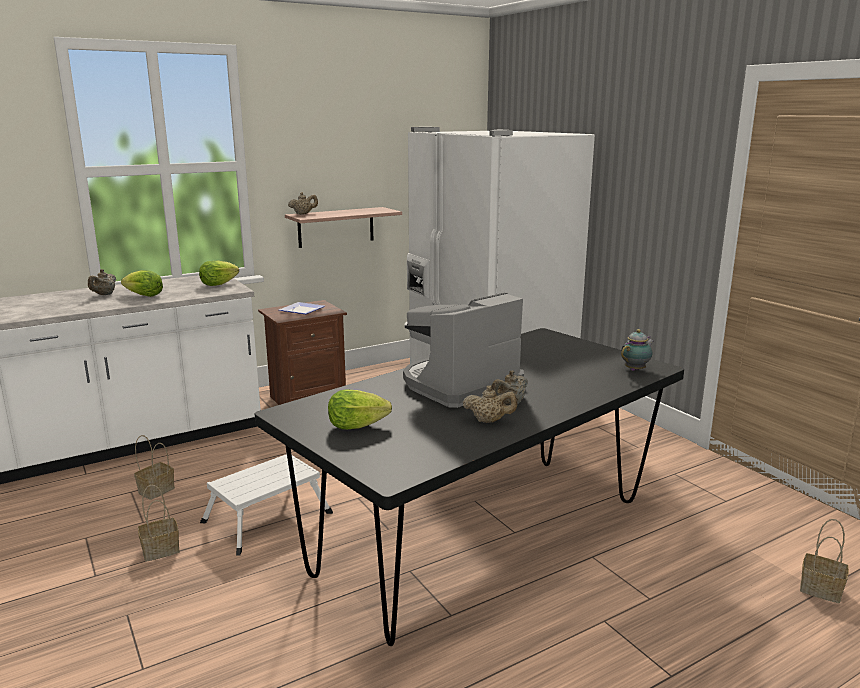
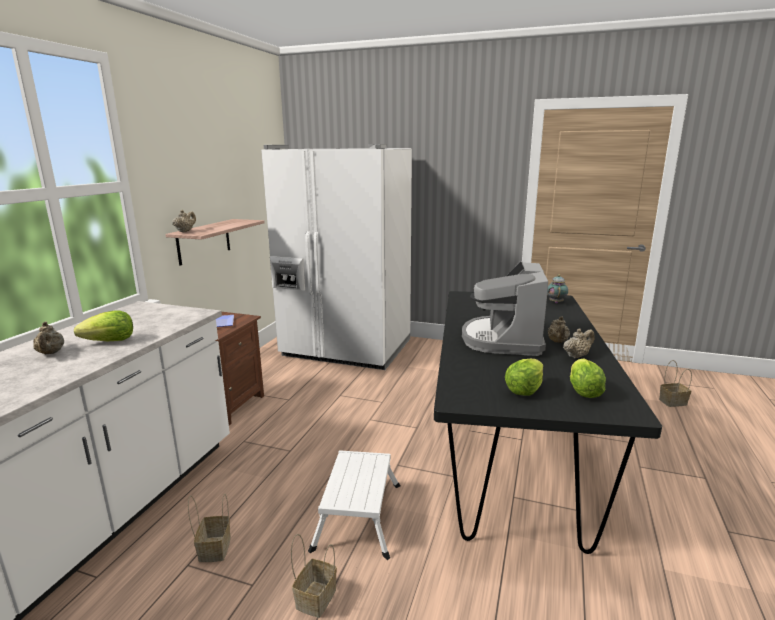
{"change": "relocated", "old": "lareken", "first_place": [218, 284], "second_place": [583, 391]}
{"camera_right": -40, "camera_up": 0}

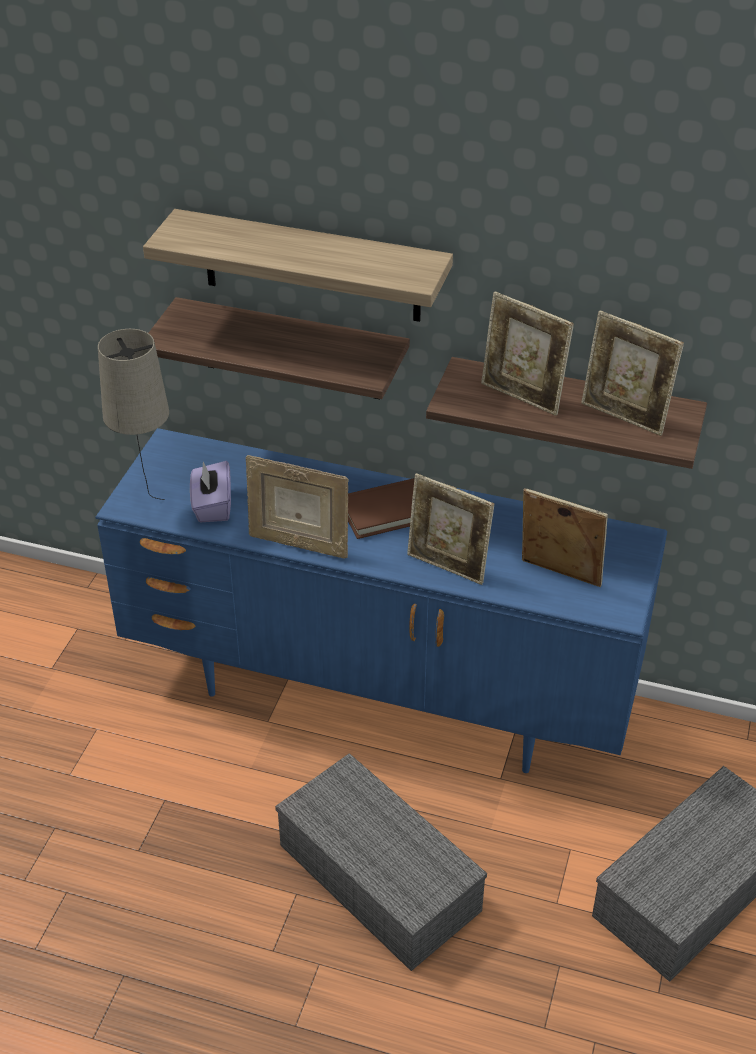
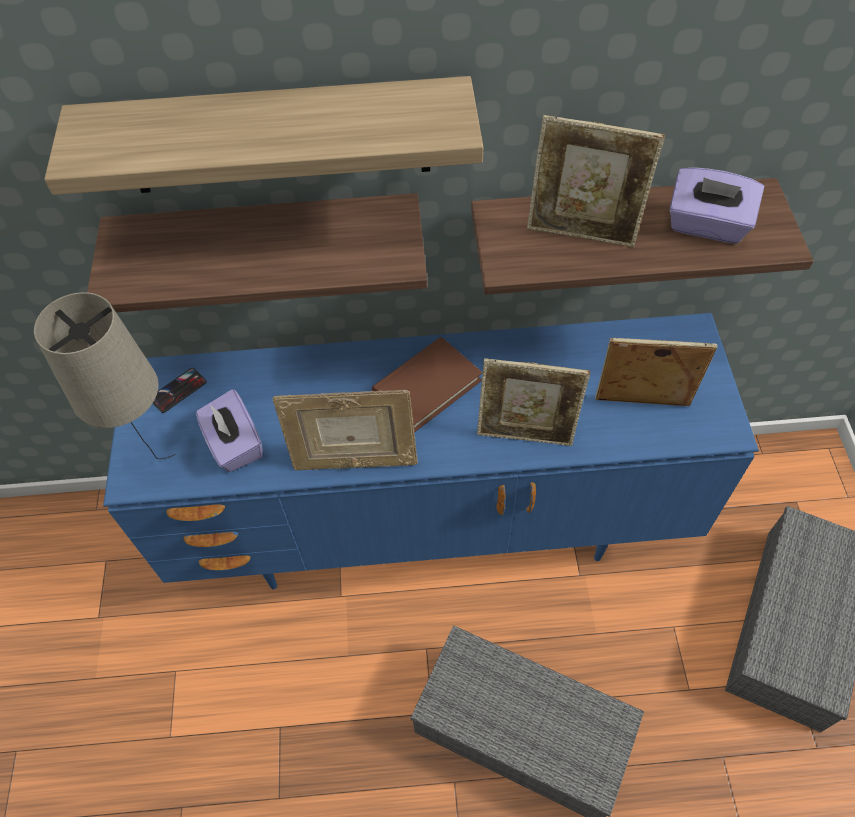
{"change": "exchanged", "old": "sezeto", "new": "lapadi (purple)", "first_place": [624, 417], "second_place": [706, 225]}
{"change": "appeared", "new": "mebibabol", "second_place": [178, 390]}
{"camera_right": -20, "camera_up": 15}

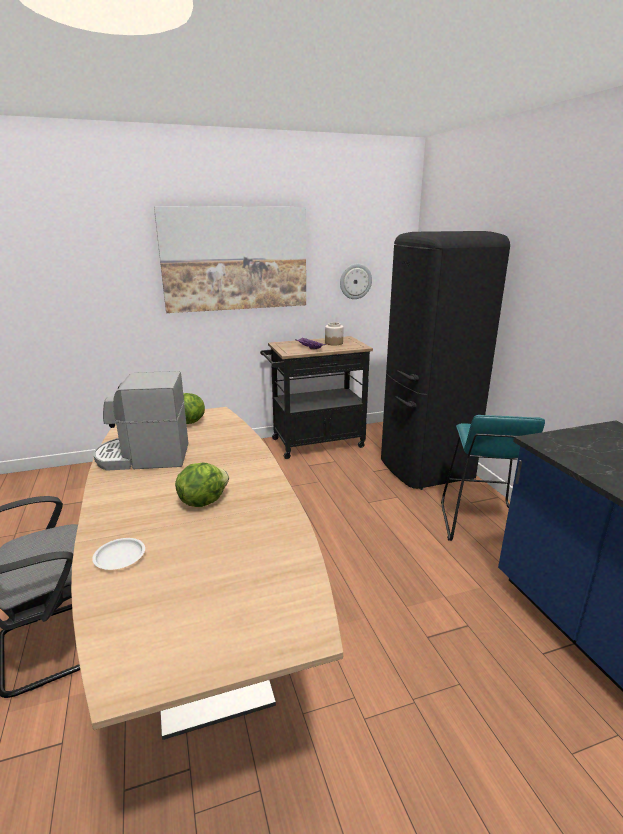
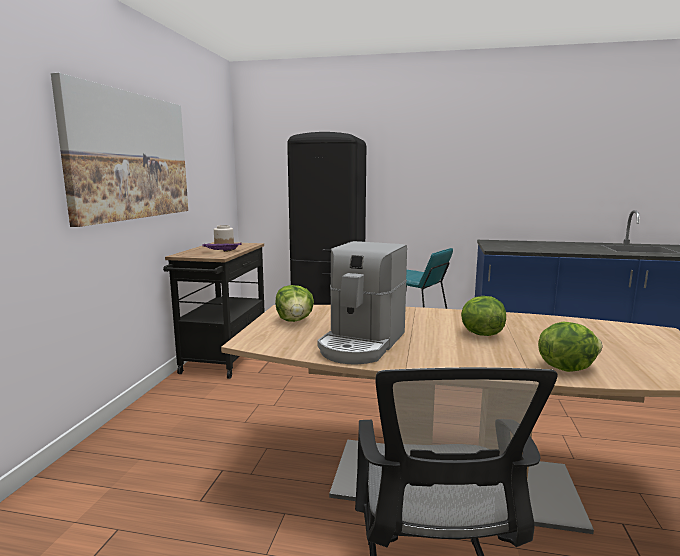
{"change": "exchanged", "old": "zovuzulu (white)", "new": "lareken", "first_place": [120, 556], "second_place": [565, 367]}
{"change": "missing", "old": "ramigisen", "first_place": [355, 281]}
{"camera_right": -60, "camera_up": -10}

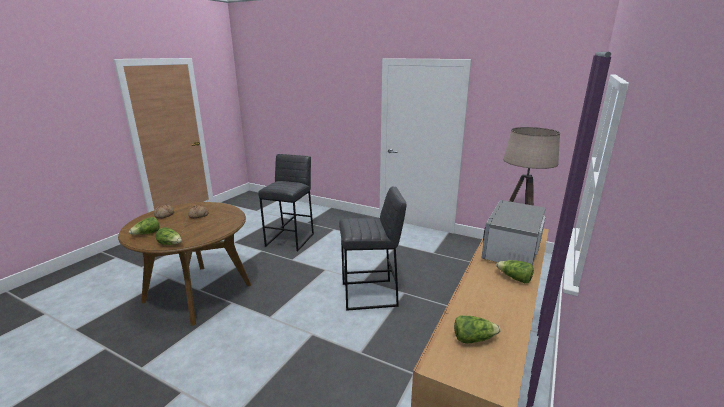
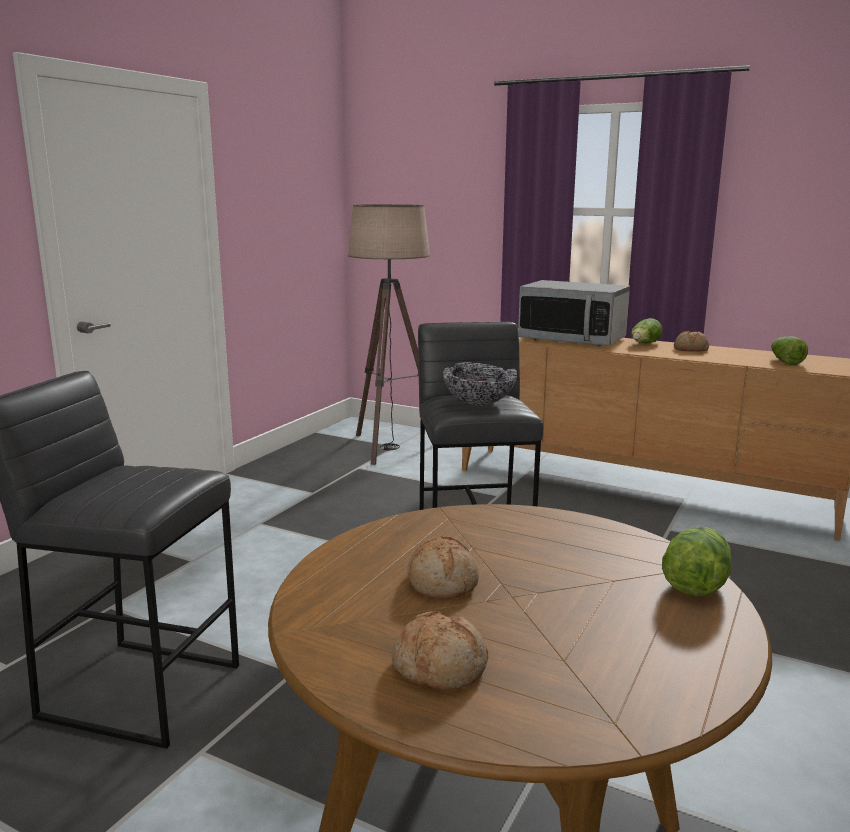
{"change": "missing", "old": "lareken", "first_place": [147, 234]}
{"change": "appeared", "new": "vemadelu", "second_place": [479, 403]}
{"change": "appeared", "new": "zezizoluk", "second_place": [690, 349]}
{"camera_right": -90, "camera_up": -5}

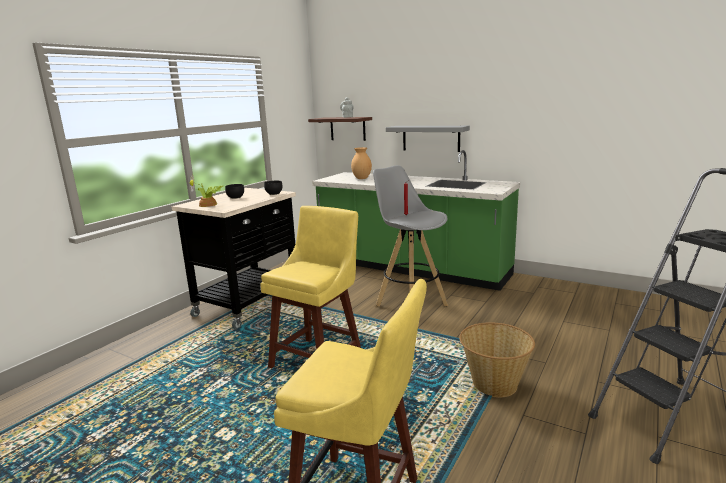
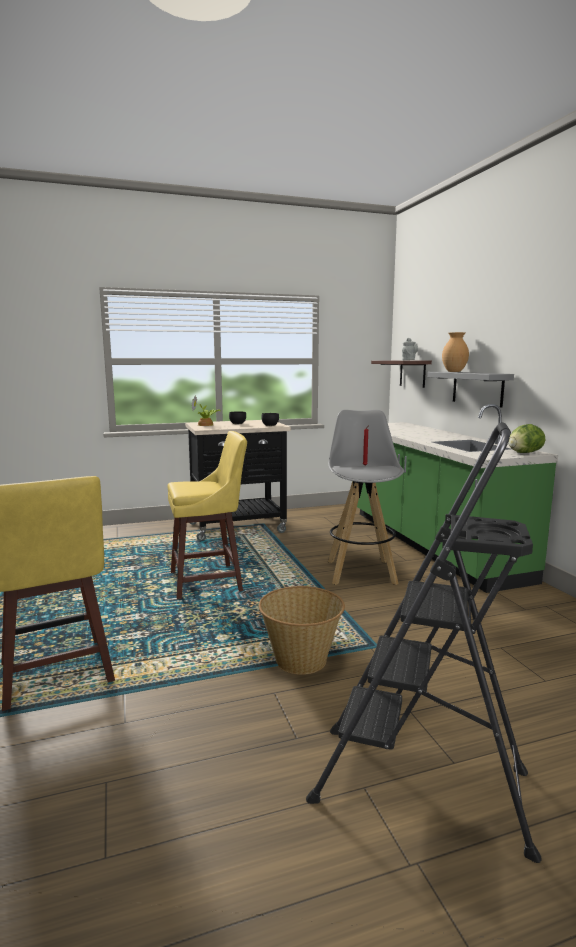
{"change": "relocated", "old": "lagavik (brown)", "first_place": [361, 178], "second_place": [453, 372]}
{"change": "appeared", "new": "lareken", "second_place": [524, 453]}
{"camera_right": 40, "camera_up": -5}

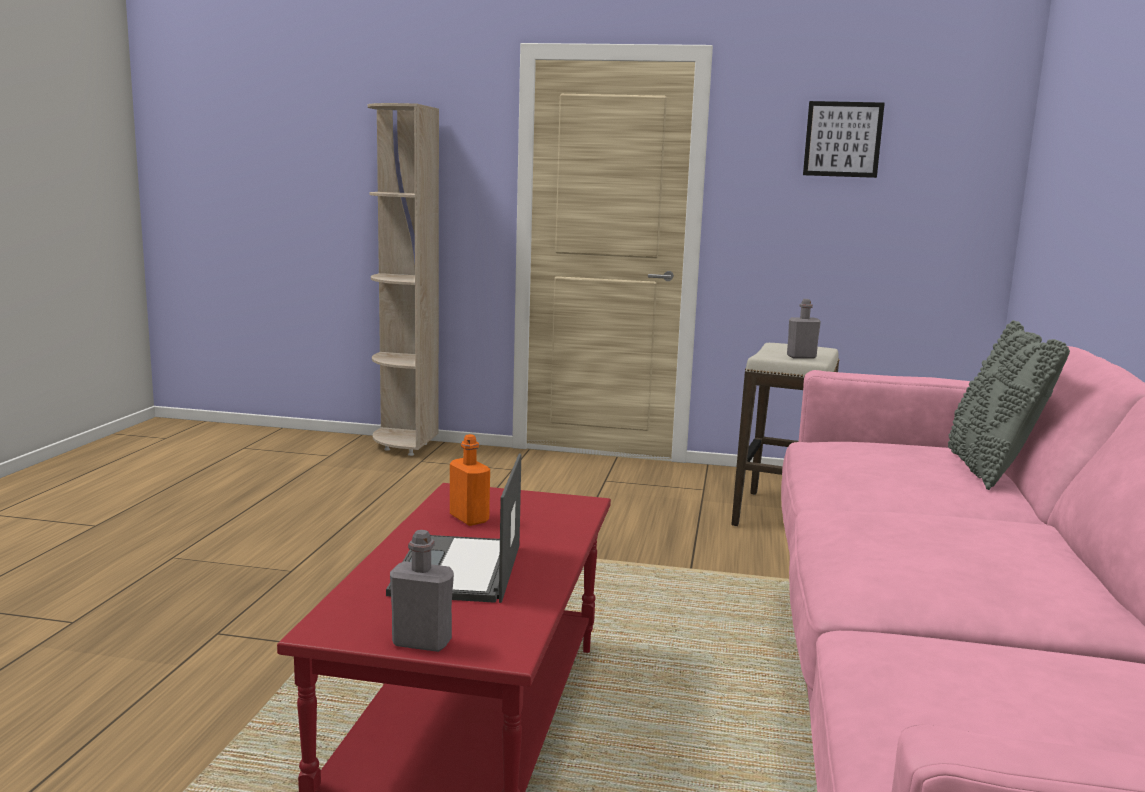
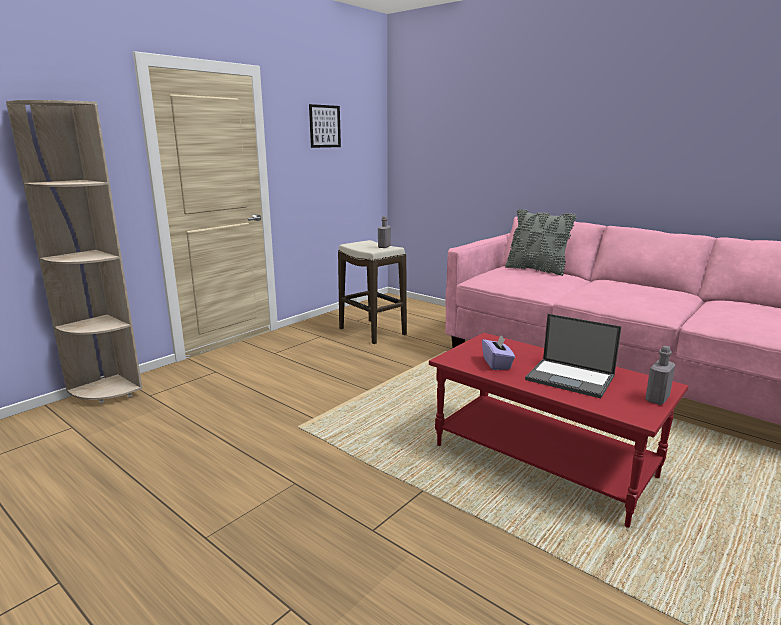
{"change": "exchanged", "old": "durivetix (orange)", "new": "lapadi (purple)", "first_place": [469, 518], "second_place": [497, 364]}
{"camera_right": -60, "camera_up": 5}

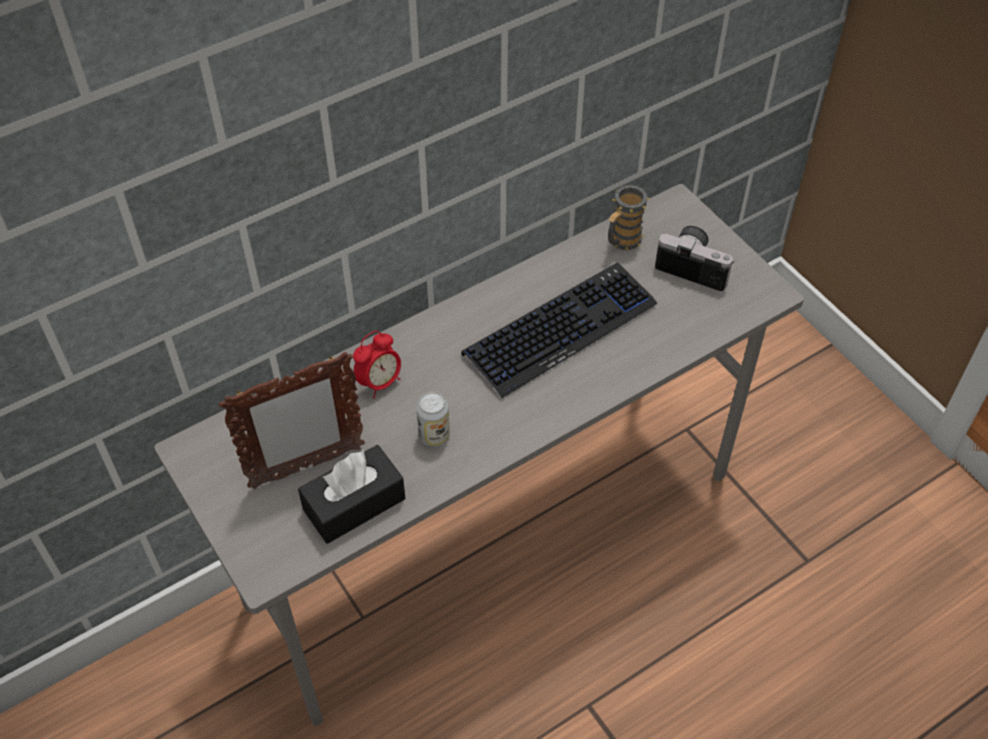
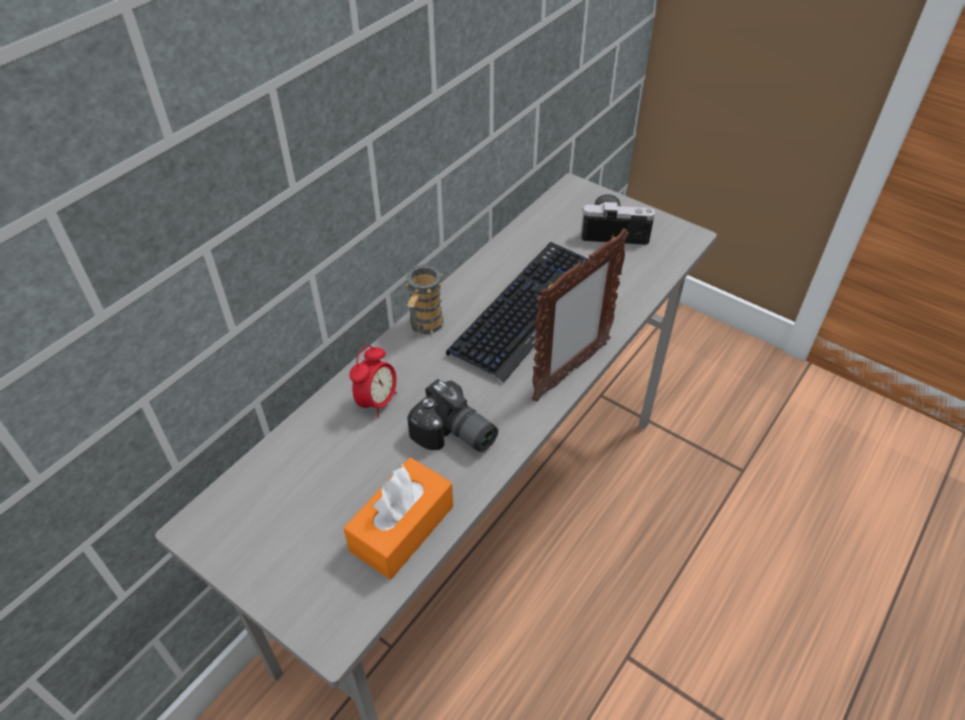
{"change": "relocated", "old": "sezeto", "first_place": [306, 467], "second_place": [570, 371]}
{"change": "colour", "old": "lapadi (black)", "new": "lapadi (orange)", "first_place": [354, 504], "second_place": [402, 528]}
{"change": "exchanged", "old": "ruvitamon", "new": "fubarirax", "first_place": [434, 435], "second_place": [454, 436]}
{"change": "relocated", "old": "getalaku", "first_place": [622, 242], "second_place": [424, 327]}
{"camera_right": -20, "camera_up": -5}

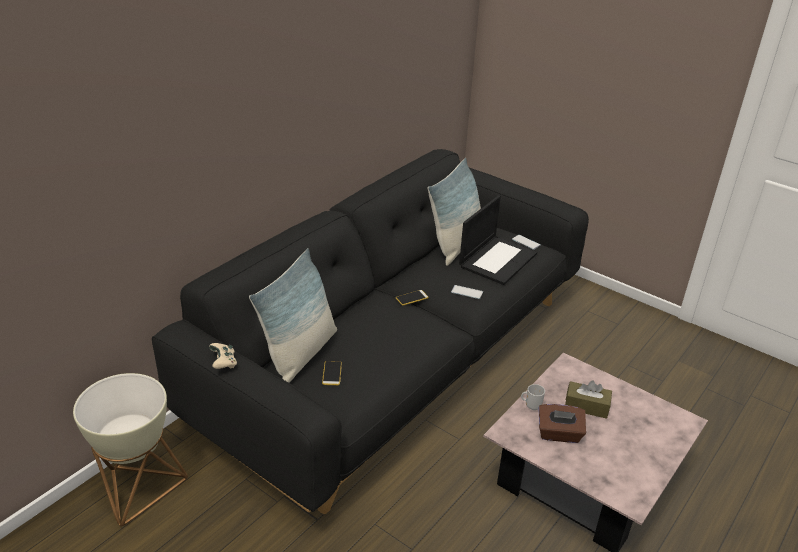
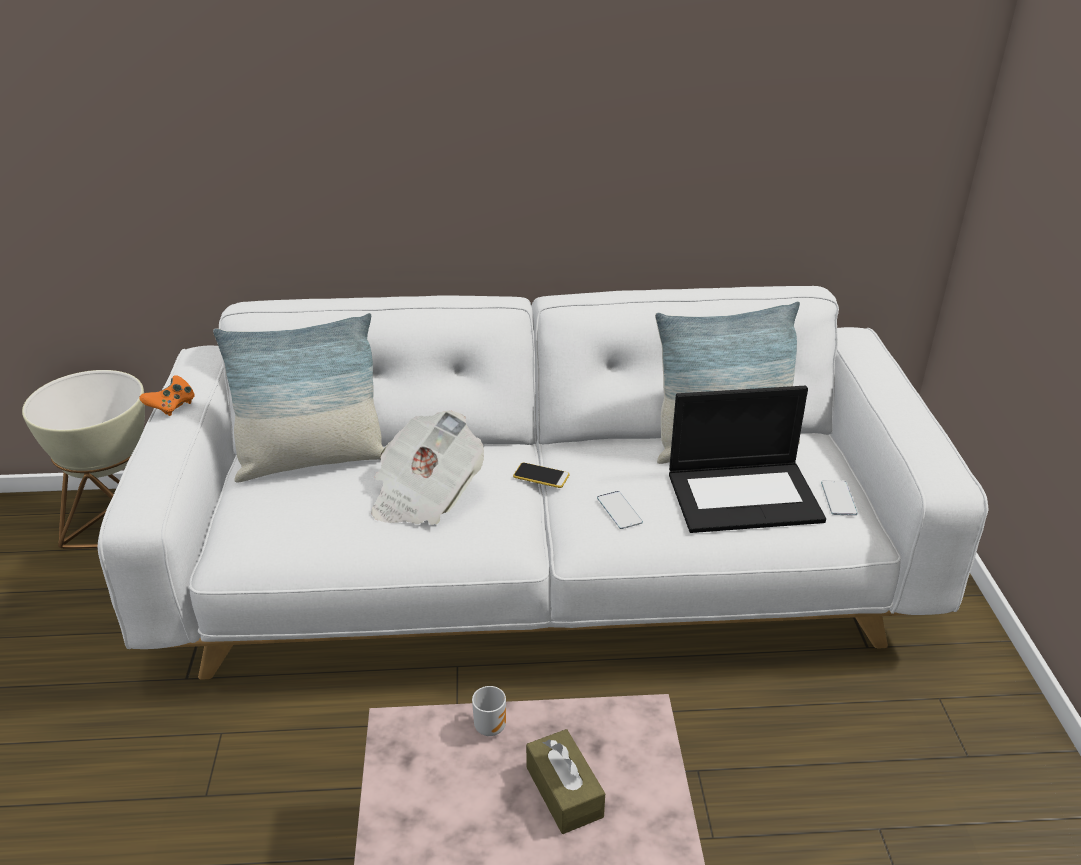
{"change": "colour", "old": "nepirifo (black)", "new": "nepirifo (white)", "first_place": [395, 358], "second_place": [541, 569]}
{"change": "colour", "old": "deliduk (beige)", "new": "deliduk (orange)", "first_place": [224, 363], "second_place": [172, 406]}
{"change": "missing", "old": "mebibabol", "first_place": [332, 373]}
{"change": "missing", "old": "lapadi (brown)", "first_place": [559, 434]}
{"change": "appeared", "new": "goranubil", "second_place": [425, 495]}
{"camera_right": 50, "camera_up": 0}

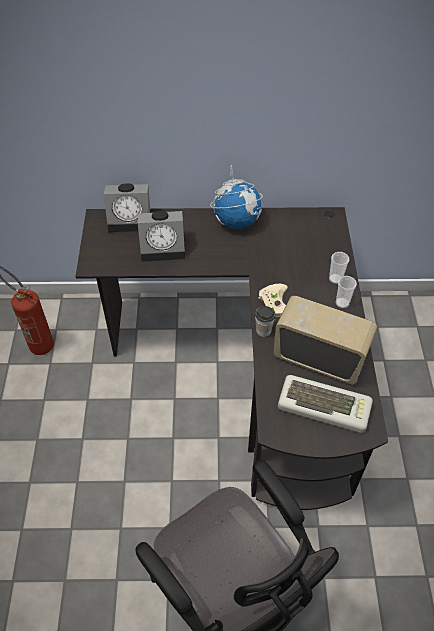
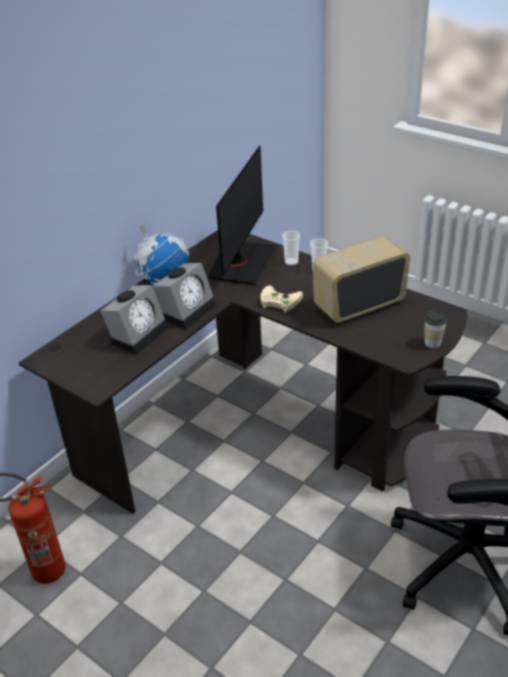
{"change": "relocated", "old": "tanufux", "first_place": [131, 219], "second_place": [187, 310]}
{"change": "relocated", "old": "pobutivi", "first_place": [263, 330], "second_place": [432, 343]}
{"change": "missing", "old": "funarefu", "first_place": [325, 406]}
{"change": "appeared", "new": "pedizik", "second_place": [241, 263]}
{"camera_right": -50, "camera_up": -15}

